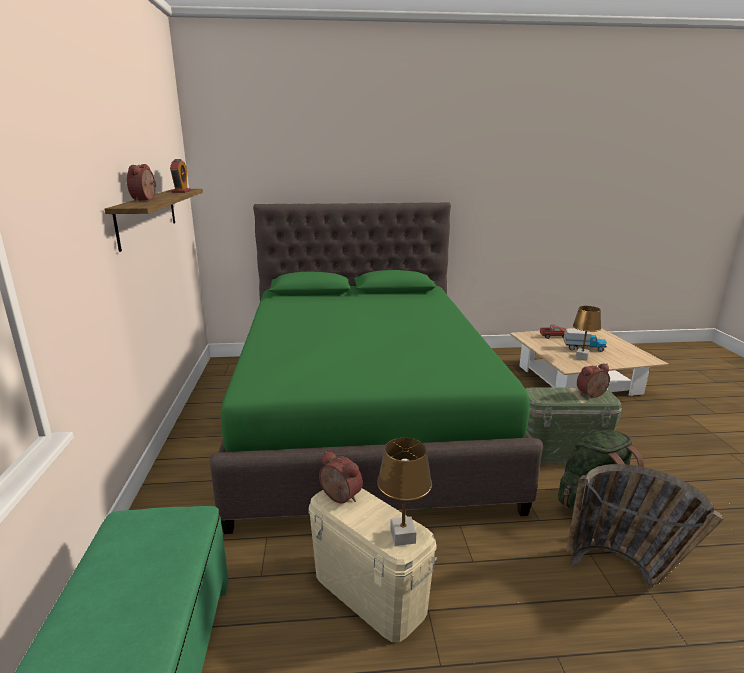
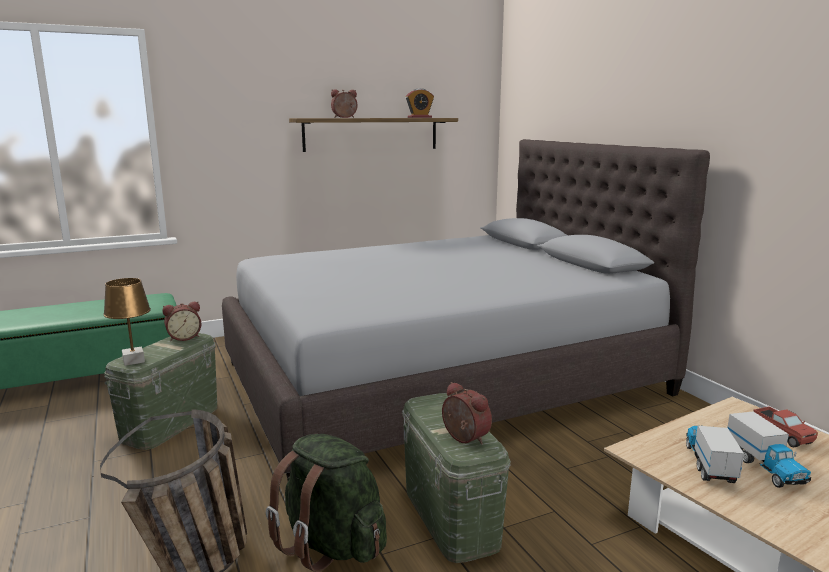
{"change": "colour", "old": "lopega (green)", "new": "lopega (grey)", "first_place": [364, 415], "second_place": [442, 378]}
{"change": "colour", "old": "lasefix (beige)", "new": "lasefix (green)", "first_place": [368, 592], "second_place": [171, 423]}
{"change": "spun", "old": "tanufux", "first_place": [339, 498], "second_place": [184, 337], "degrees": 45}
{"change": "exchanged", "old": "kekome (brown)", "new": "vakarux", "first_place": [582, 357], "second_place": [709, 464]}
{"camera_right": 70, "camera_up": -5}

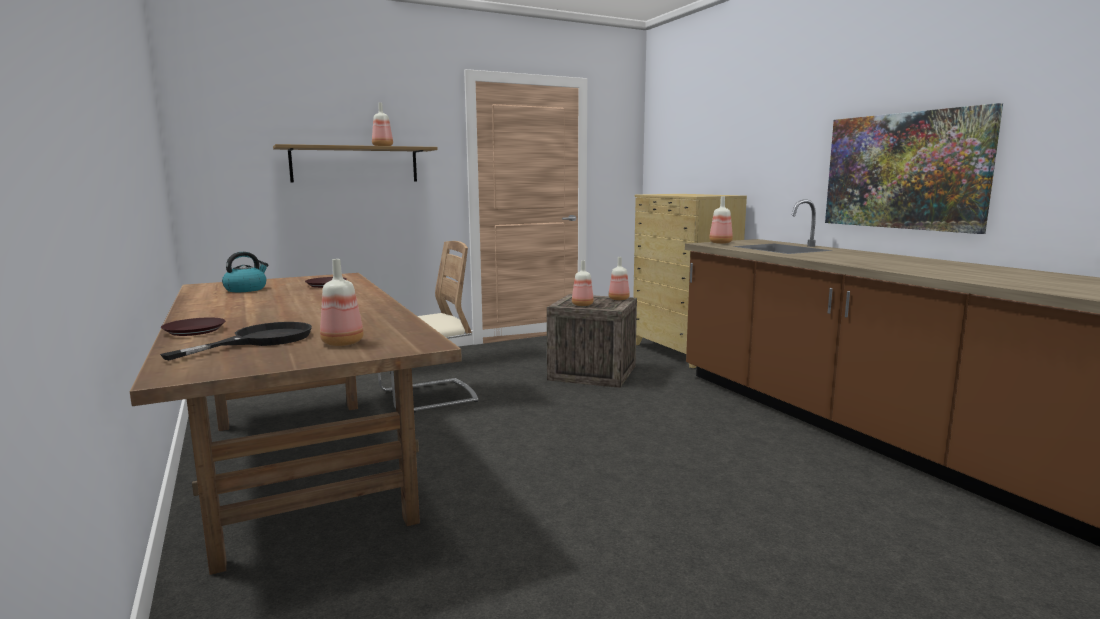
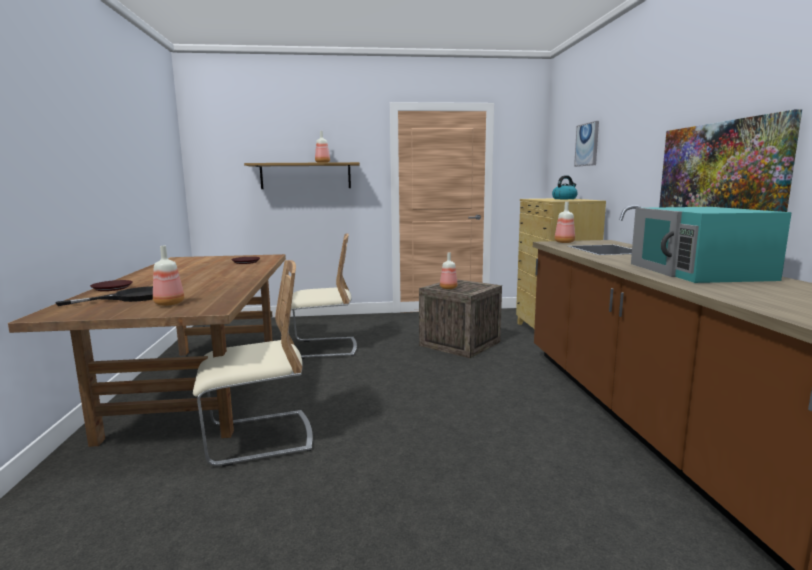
{"change": "relocated", "old": "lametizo", "first_place": [246, 289], "second_place": [564, 199]}
{"change": "missing", "old": "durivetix", "first_place": [618, 299]}
{"change": "appeared", "new": "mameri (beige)", "second_place": [259, 438]}
{"change": "appeared", "new": "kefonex", "second_place": [587, 144]}
{"change": "appeared", "new": "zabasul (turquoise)", "second_place": [699, 271]}
{"camera_right": 20, "camera_up": 0}

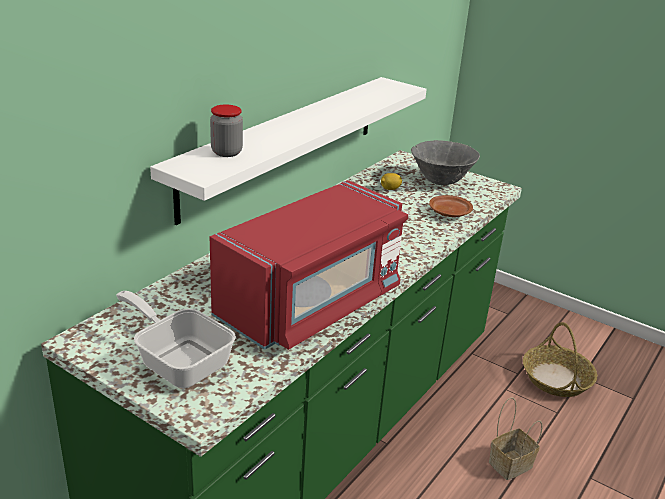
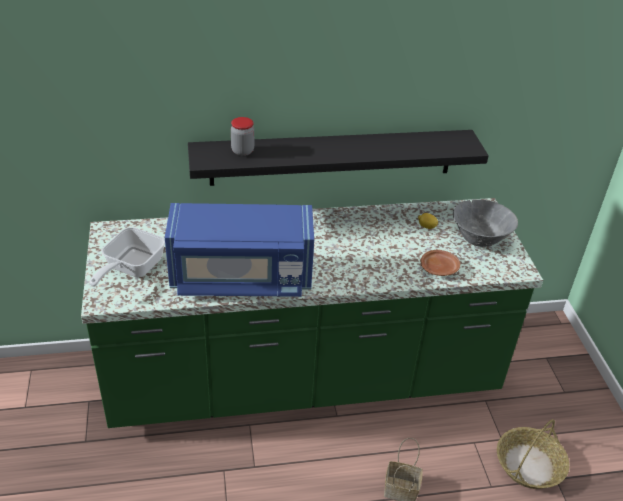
{"change": "spun", "old": "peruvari", "first_place": [179, 361], "second_place": [130, 268], "degrees": -150}
{"change": "colour", "old": "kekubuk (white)", "new": "kekubuk (black)", "first_place": [284, 143], "second_place": [332, 157]}
{"change": "colour", "old": "zabasul (red)", "new": "zabasul (blue)", "first_place": [311, 303], "second_place": [241, 277]}
{"camera_right": 45, "camera_up": 10}

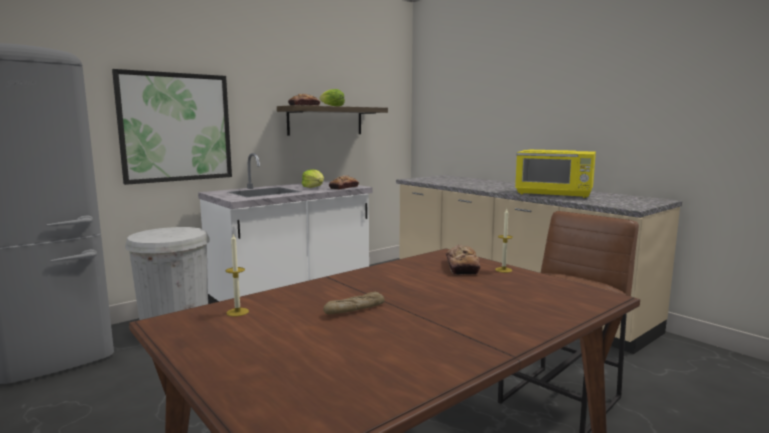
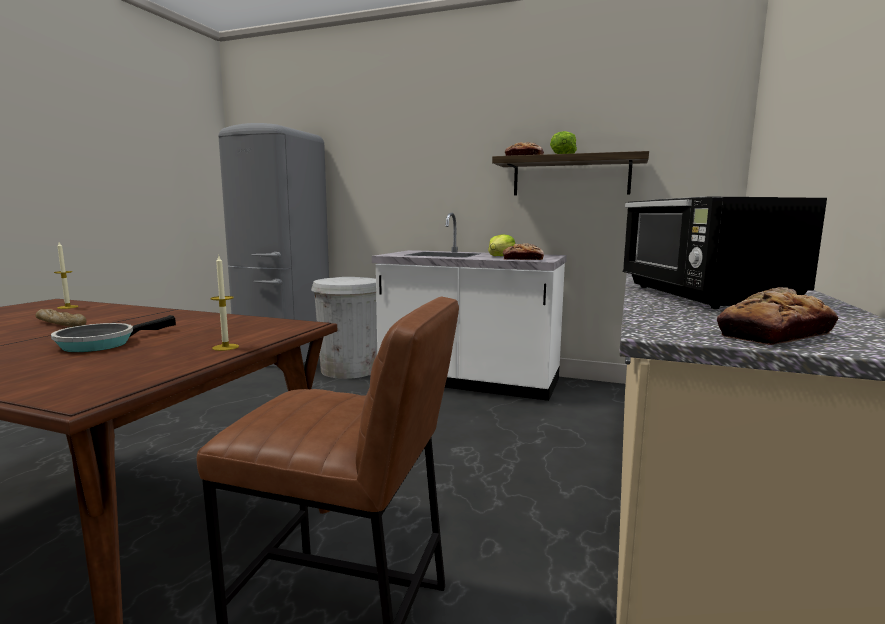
{"change": "missing", "old": "kefonex", "first_place": [176, 127]}
{"change": "relocated", "old": "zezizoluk", "first_place": [462, 267], "second_place": [775, 334]}
{"change": "colour", "old": "zabasul (yellow)", "new": "zabasul (black)", "first_place": [555, 194], "second_place": [702, 296]}
{"change": "appeared", "new": "peruvari", "second_place": [102, 343]}
{"camera_right": 60, "camera_up": 0}

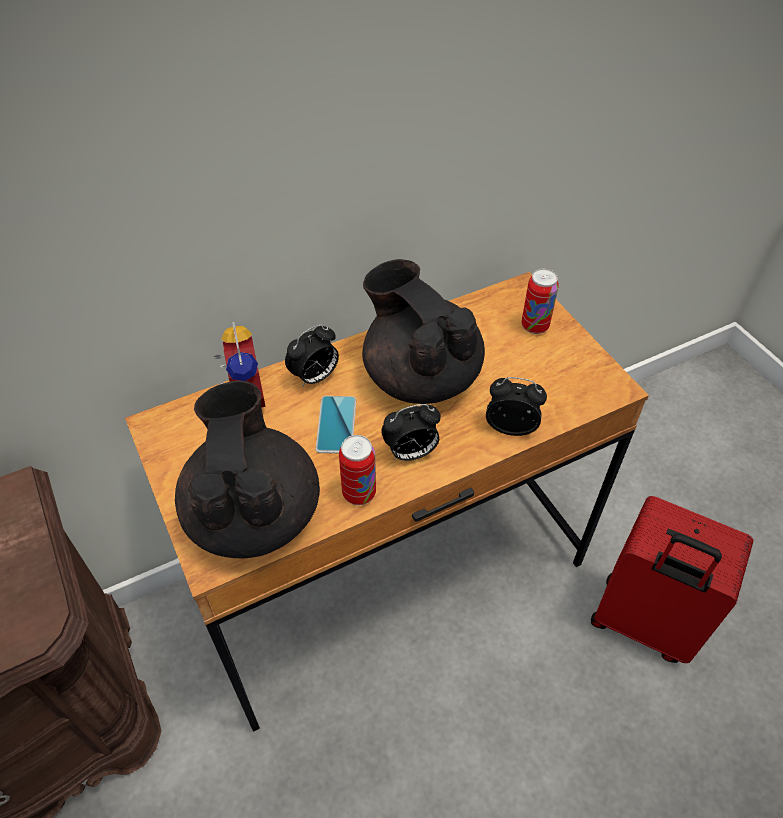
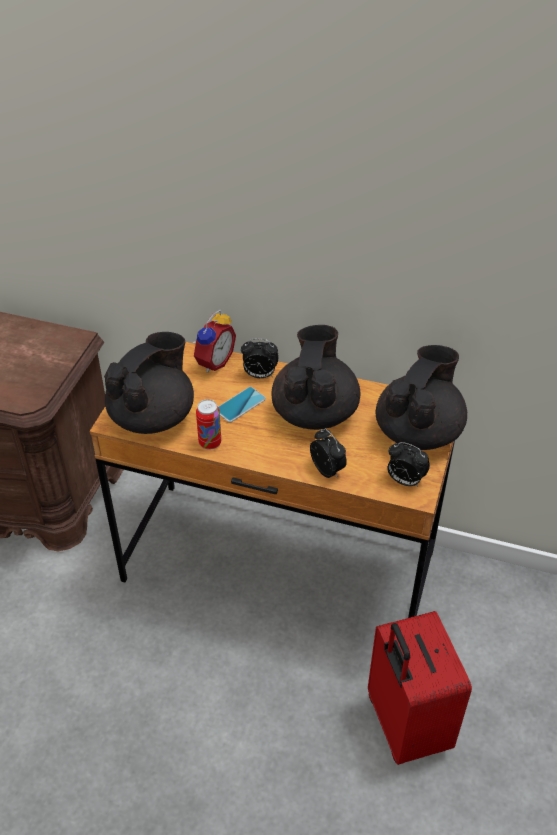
{"change": "relocated", "old": "tanufux", "first_place": [410, 453], "second_place": [404, 481]}
{"change": "exchanged", "old": "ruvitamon", "new": "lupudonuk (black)", "first_place": [534, 326], "second_place": [418, 431]}
{"camera_right": 45, "camera_up": -5}

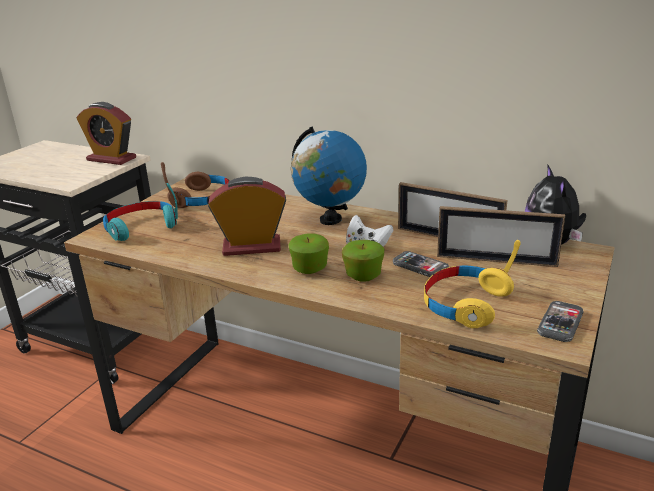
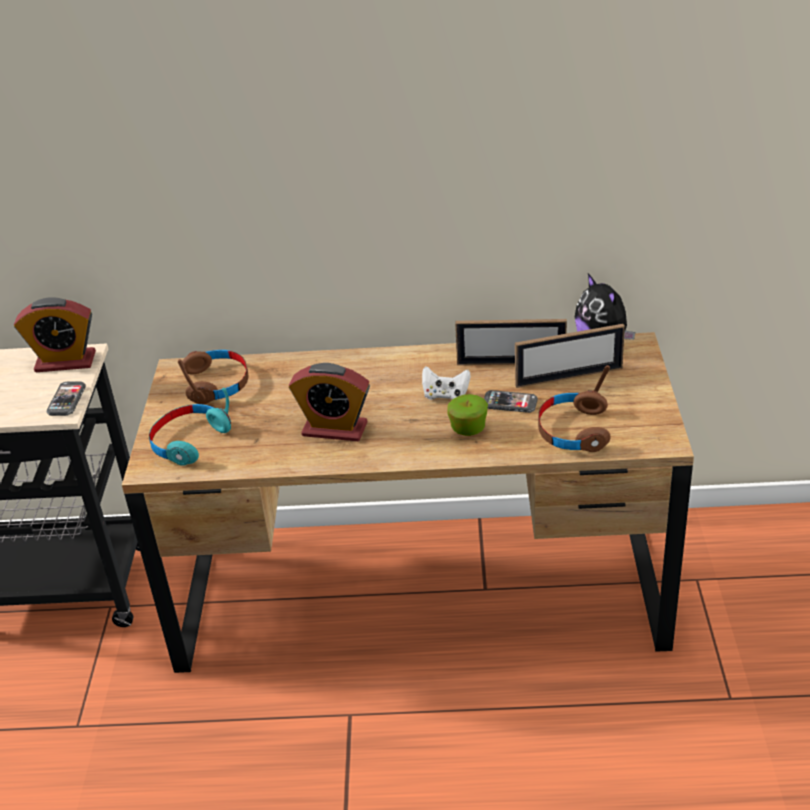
{"change": "spun", "old": "tanufux", "first_place": [252, 247], "second_place": [334, 429], "degrees": -135}
{"change": "missing", "old": "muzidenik", "first_place": [309, 269]}
{"change": "missing", "old": "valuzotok", "first_place": [330, 220]}
{"change": "colour", "old": "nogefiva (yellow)", "new": "nogefiva (brown)", "first_place": [465, 304], "second_place": [573, 431]}
{"change": "relocated", "old": "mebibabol", "first_place": [560, 323], "second_place": [67, 400]}
{"camera_right": -25, "camera_up": 10}

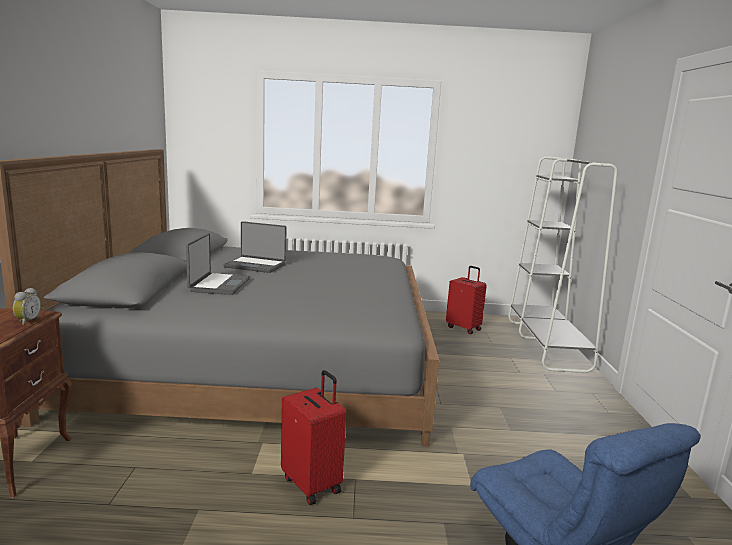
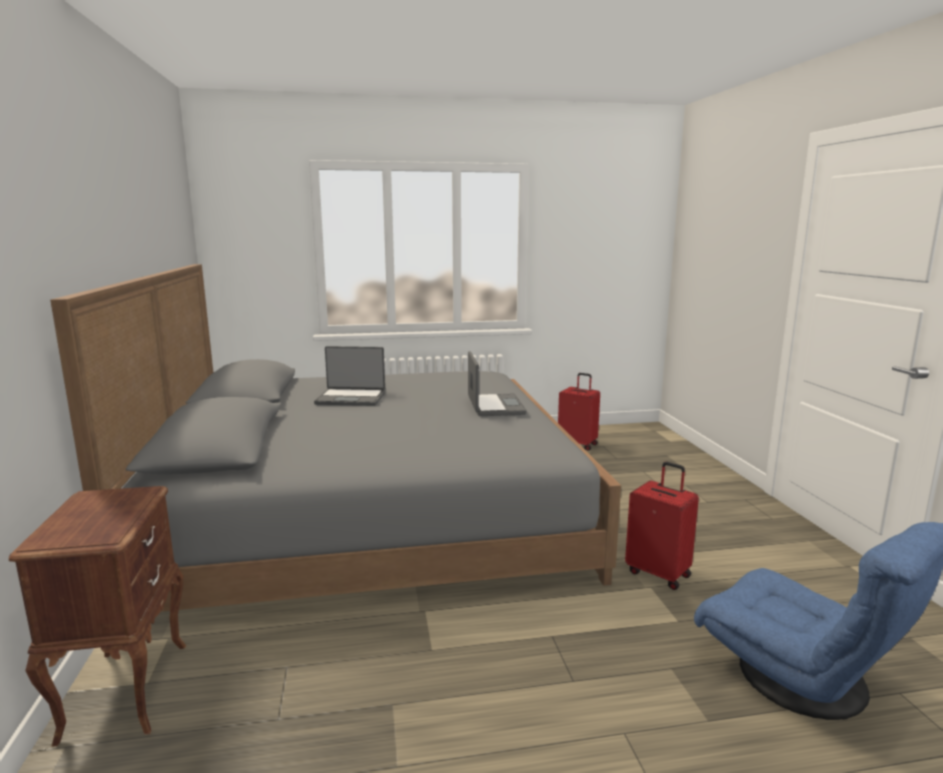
{"change": "missing", "old": "tanufux", "first_place": [27, 321]}
{"change": "relocated", "old": "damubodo", "first_place": [219, 285], "second_place": [494, 406]}
{"change": "relocated", "old": "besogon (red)", "first_place": [313, 484], "second_place": [659, 573]}
{"change": "missing", "old": "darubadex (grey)", "first_place": [546, 345]}
{"camera_right": -10, "camera_up": 0}

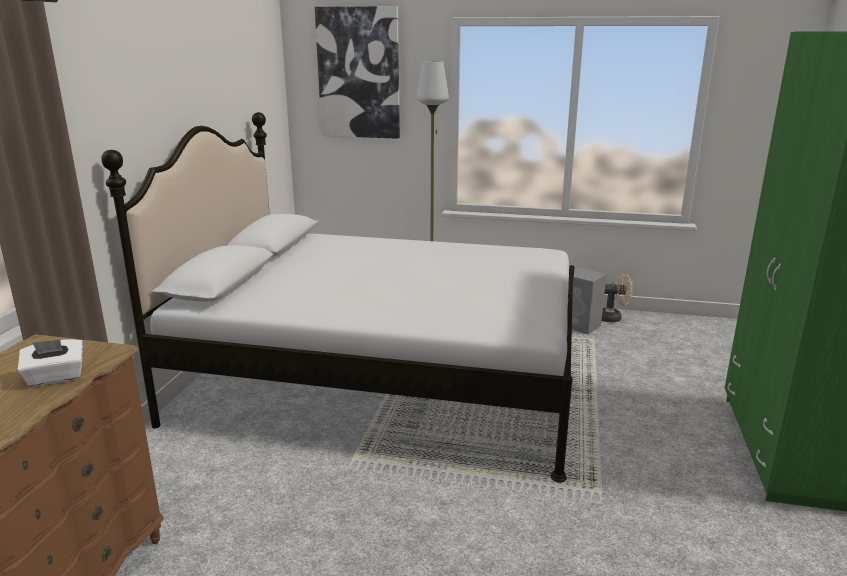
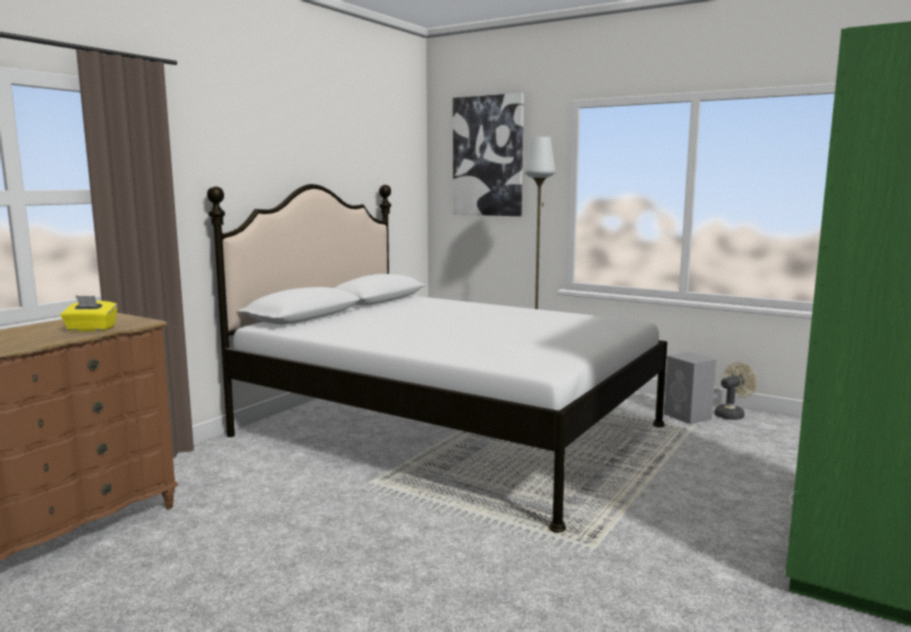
{"change": "colour", "old": "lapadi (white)", "new": "lapadi (yellow)", "first_place": [56, 378], "second_place": [91, 329]}
{"change": "spun", "old": "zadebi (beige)", "first_place": [613, 318], "second_place": [732, 414], "degrees": -60}
{"camera_right": 20, "camera_up": -10}

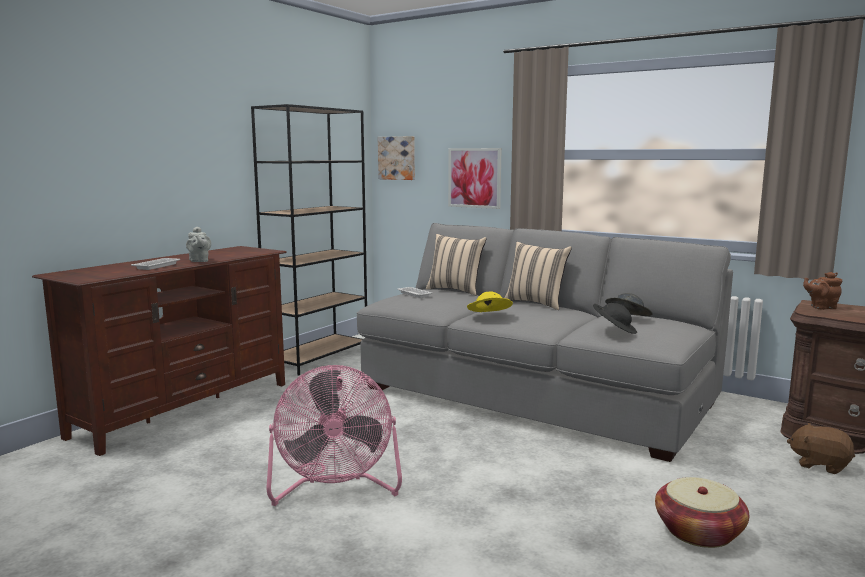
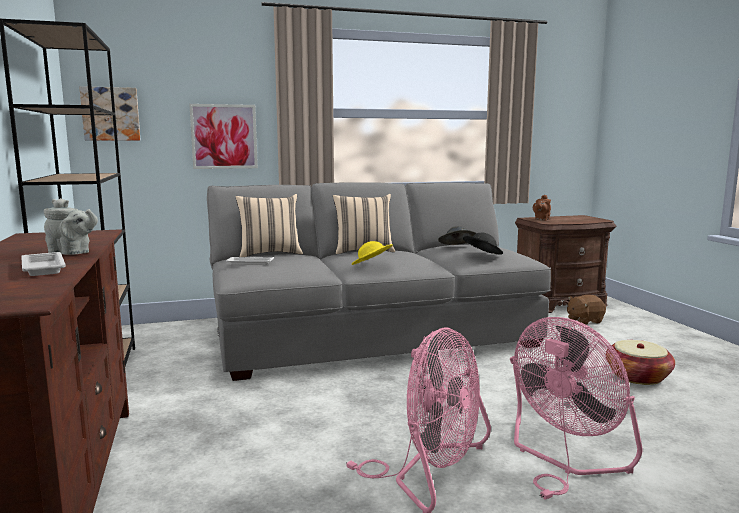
{"change": "appeared", "new": "zadebi (pink)", "second_place": [559, 456]}
{"camera_right": -50, "camera_up": 0}

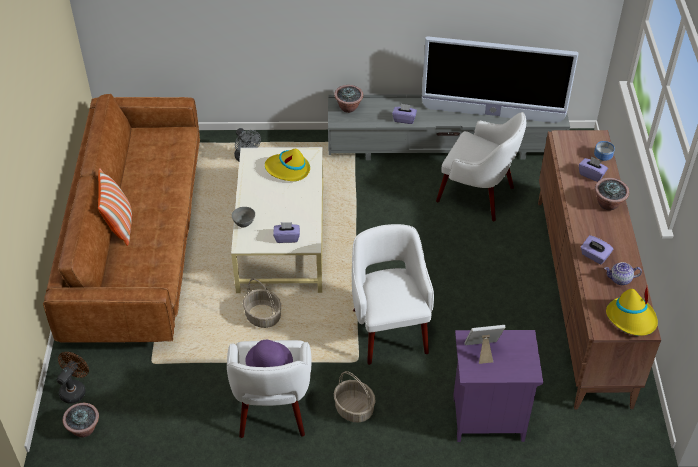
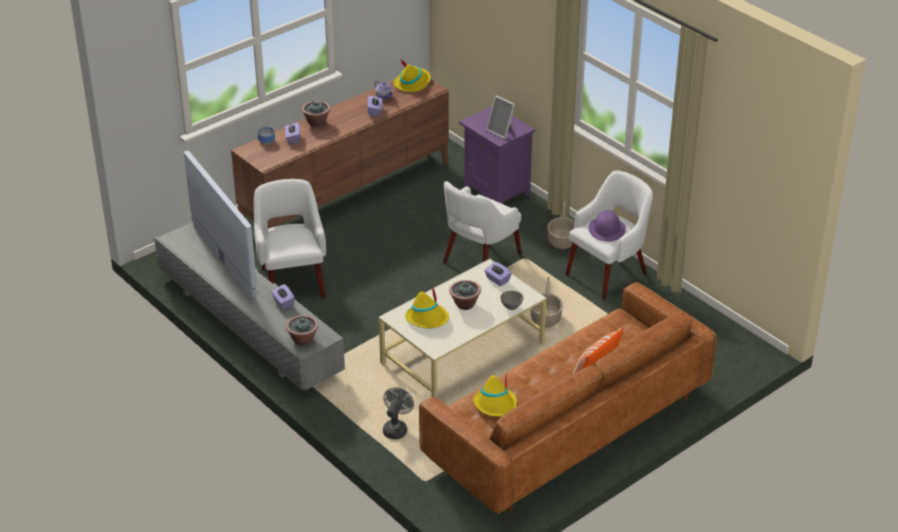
{"change": "missing", "old": "zadebi (brown)", "first_place": [75, 389]}
{"change": "relocated", "old": "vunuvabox", "first_place": [84, 429], "second_place": [464, 304]}
{"change": "appeared", "new": "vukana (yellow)", "second_place": [495, 405]}
{"camera_right": -130, "camera_up": -10}

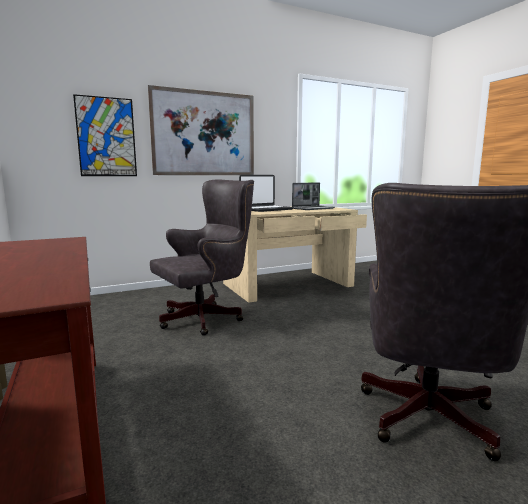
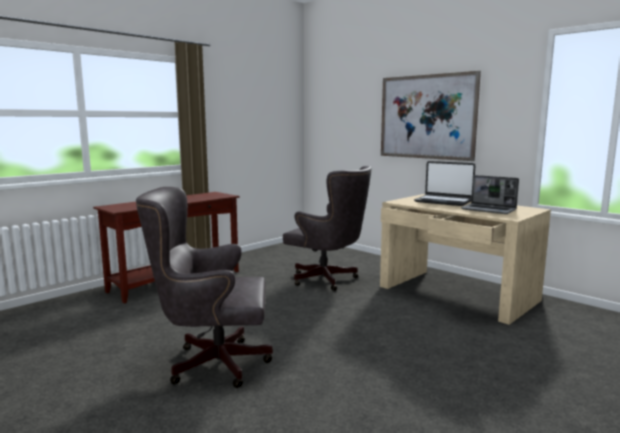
{"change": "missing", "old": "kefonex", "first_place": [106, 137]}
{"camera_right": 70, "camera_up": 0}

